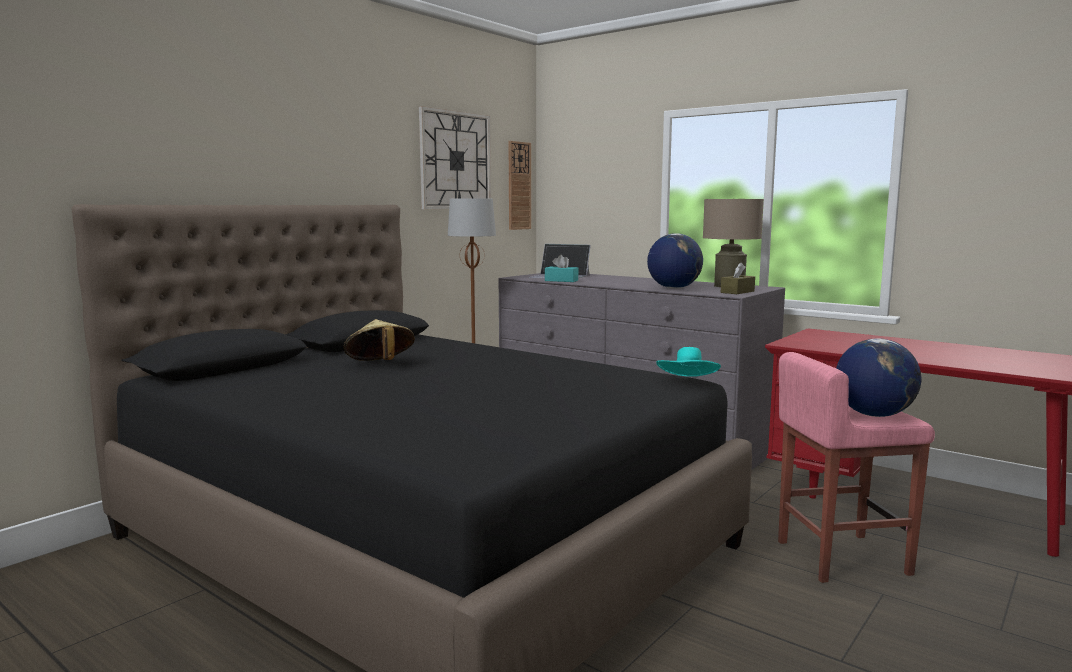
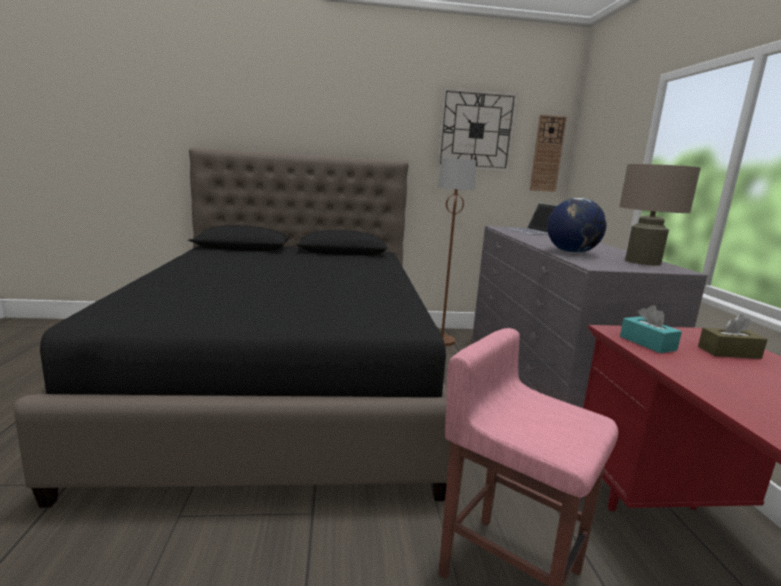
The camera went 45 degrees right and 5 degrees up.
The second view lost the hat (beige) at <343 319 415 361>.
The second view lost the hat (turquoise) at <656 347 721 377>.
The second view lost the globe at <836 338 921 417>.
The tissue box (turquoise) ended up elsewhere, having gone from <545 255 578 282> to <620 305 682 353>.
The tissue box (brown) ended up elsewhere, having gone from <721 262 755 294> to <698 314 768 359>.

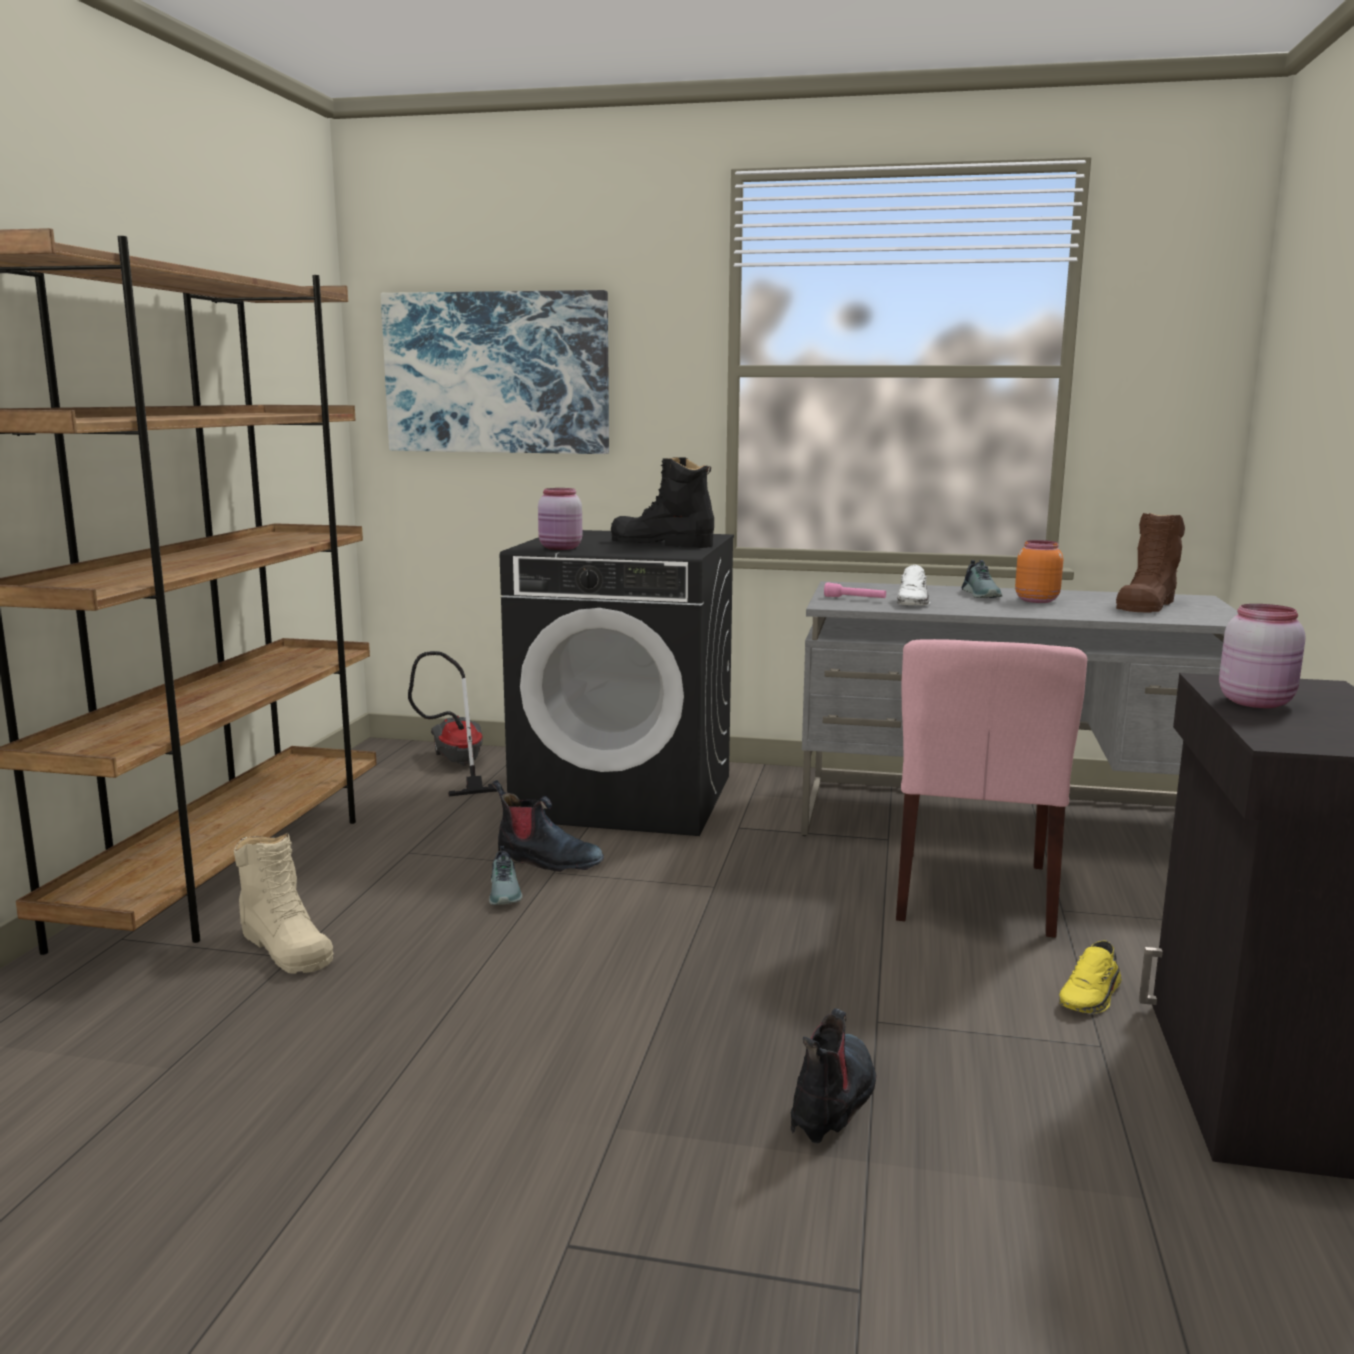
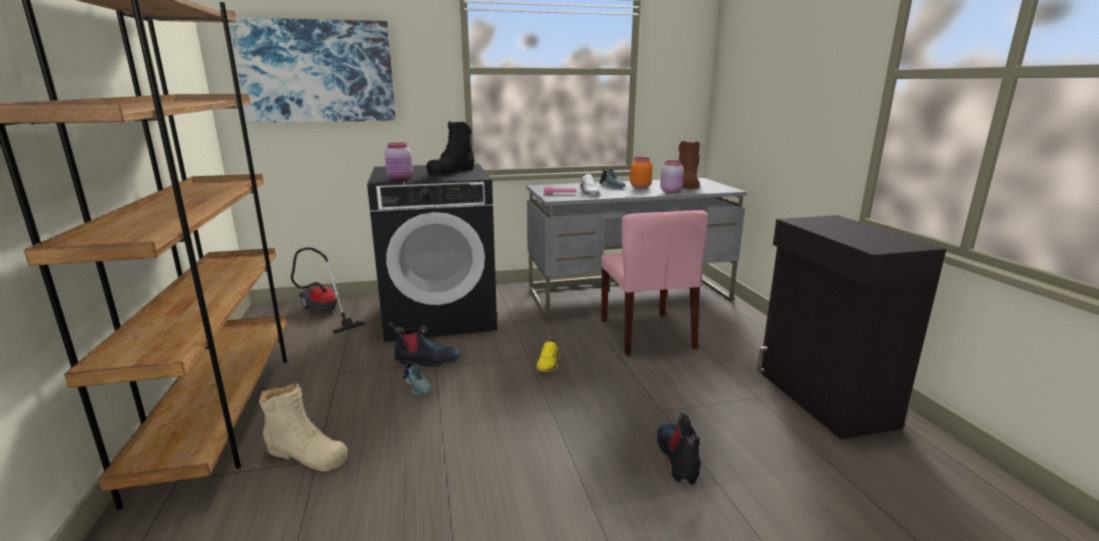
The camera went 25 degrees left and 5 degrees up.
The shoe (yellow) ended up elsewhere, having gone from <1059 941 1122 1013> to <536 338 560 372>.
The jar (pink) ended up elsewhere, having gone from <1219 604 1305 708> to <660 160 684 193>.
The boot (black) at <611 457 714 548> ended up facing another way, 60 degrees counterclockwise from before.

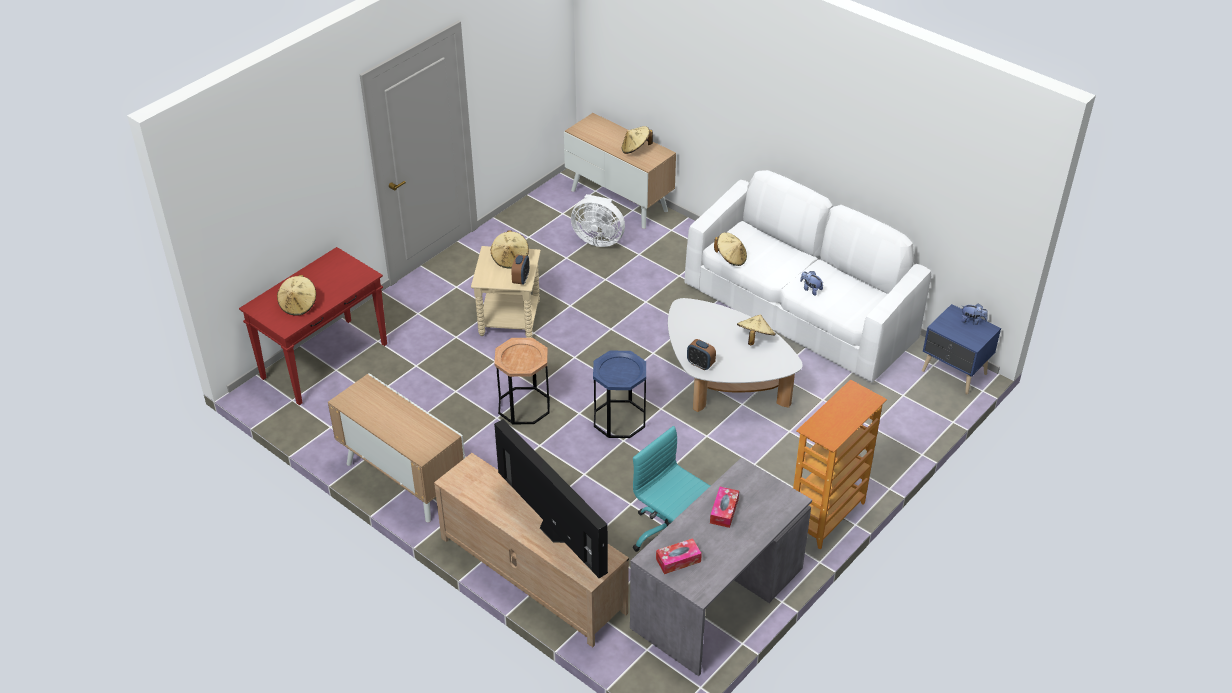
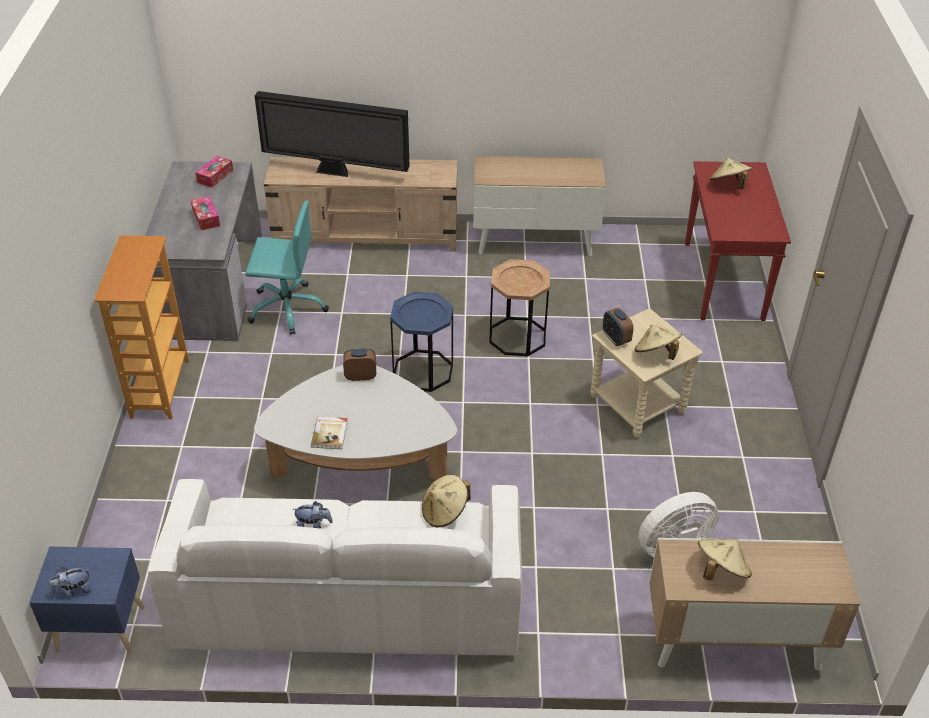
The camera went 140 degrees right and 0 degrees up.
Where the hat (beige) stood at <737 315 776 345>, the book came to stand at <311 416 348 449>.

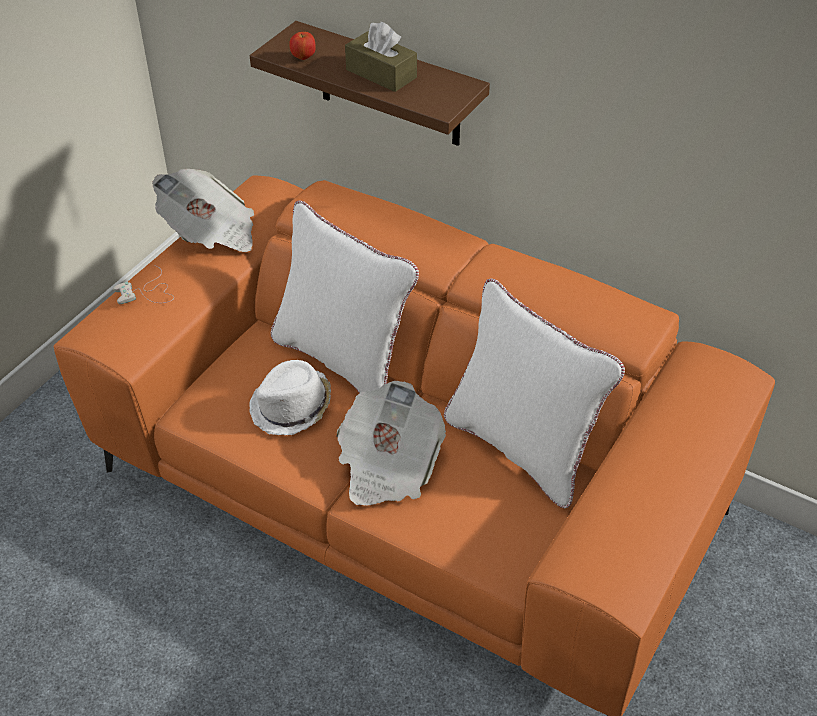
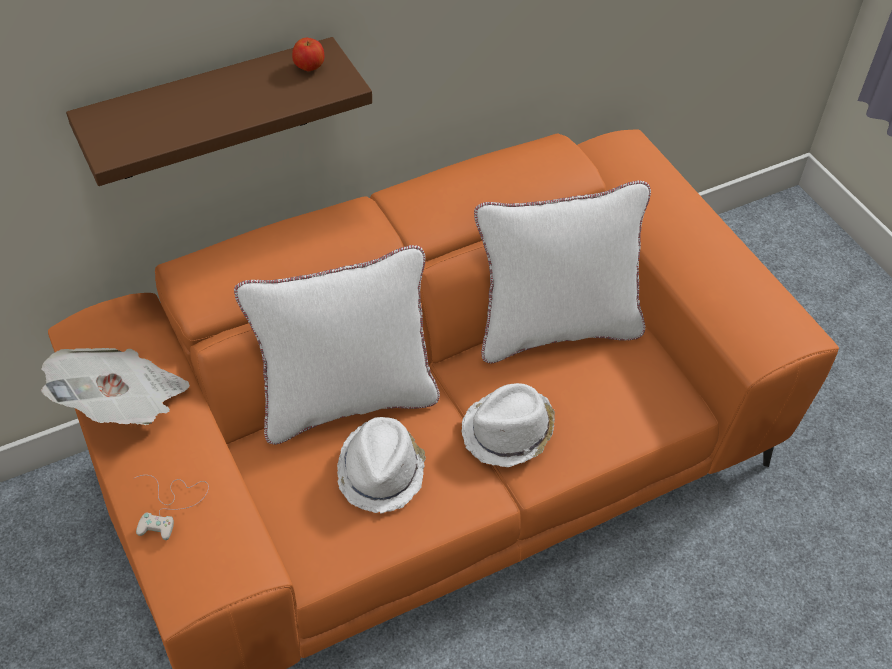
The camera went 60 degrees left and 5 degrees up.
The second view lost the tissue box (brown) at <345 22 417 92>.
The apple ended up elsewhere, having gone from <289 32 316 60> to <292 38 324 71>.
Where the newspaper stood at <336 381 446 505>, the hat (white) came to stand at <461 383 555 467>.

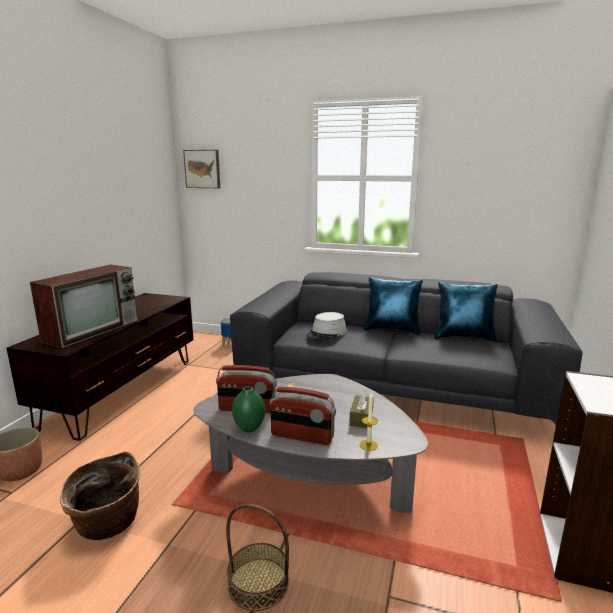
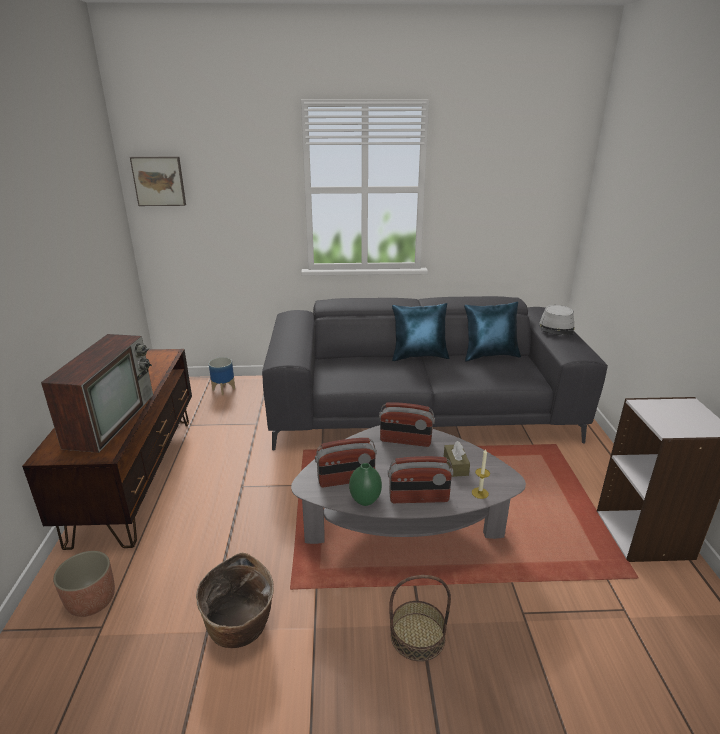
The camera went 20 degrees left and 10 degrees up.
The second view gained the radio at <379 402 435 447>.
The hat (grey) ended up elsewhere, having gone from <306 312 347 340> to <539 305 575 335>.

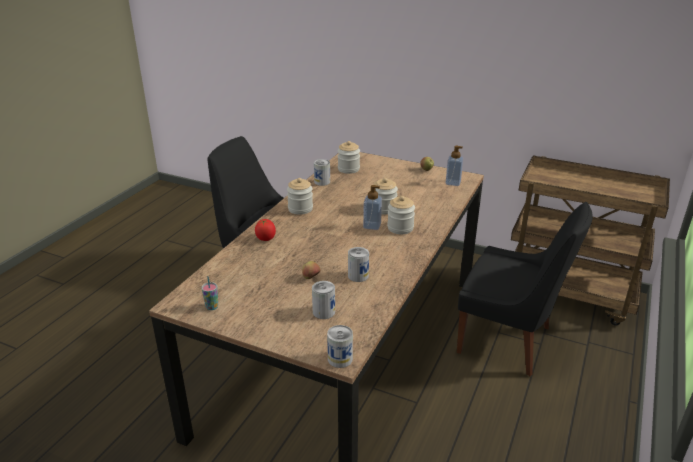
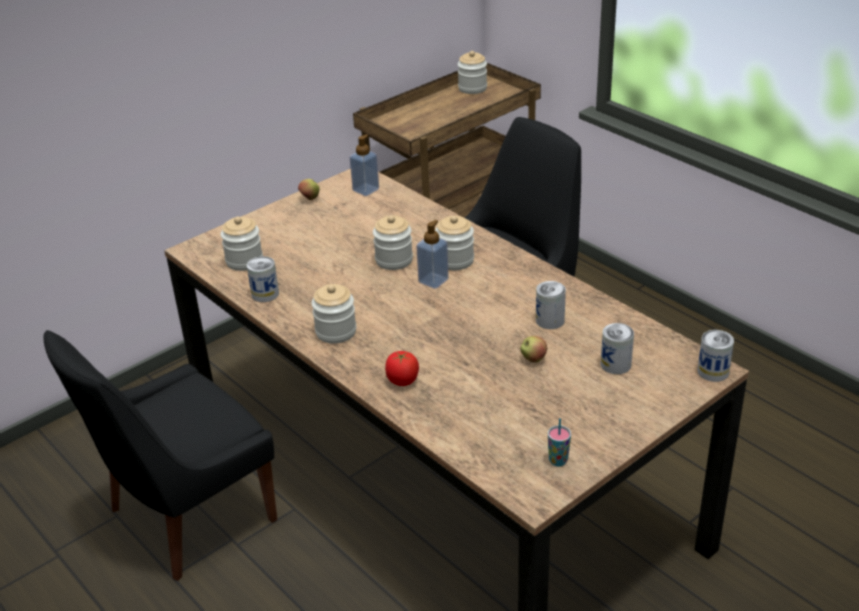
The camera went 65 degrees left and 5 degrees up.
The second view gained the jar at <458 51 487 94>.

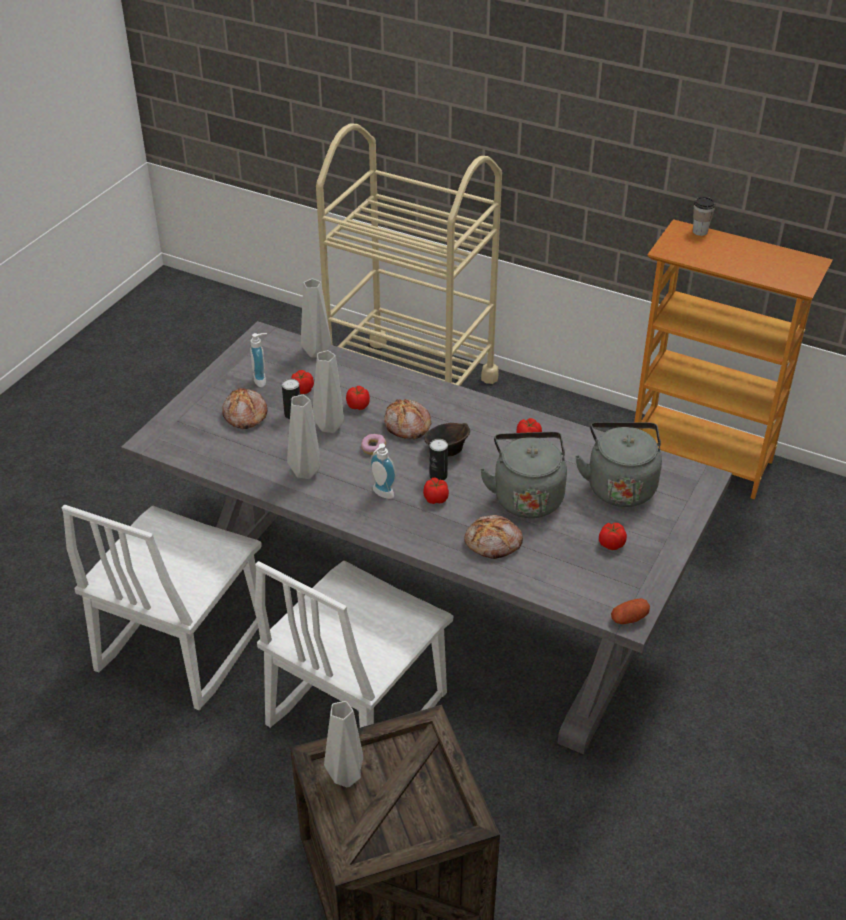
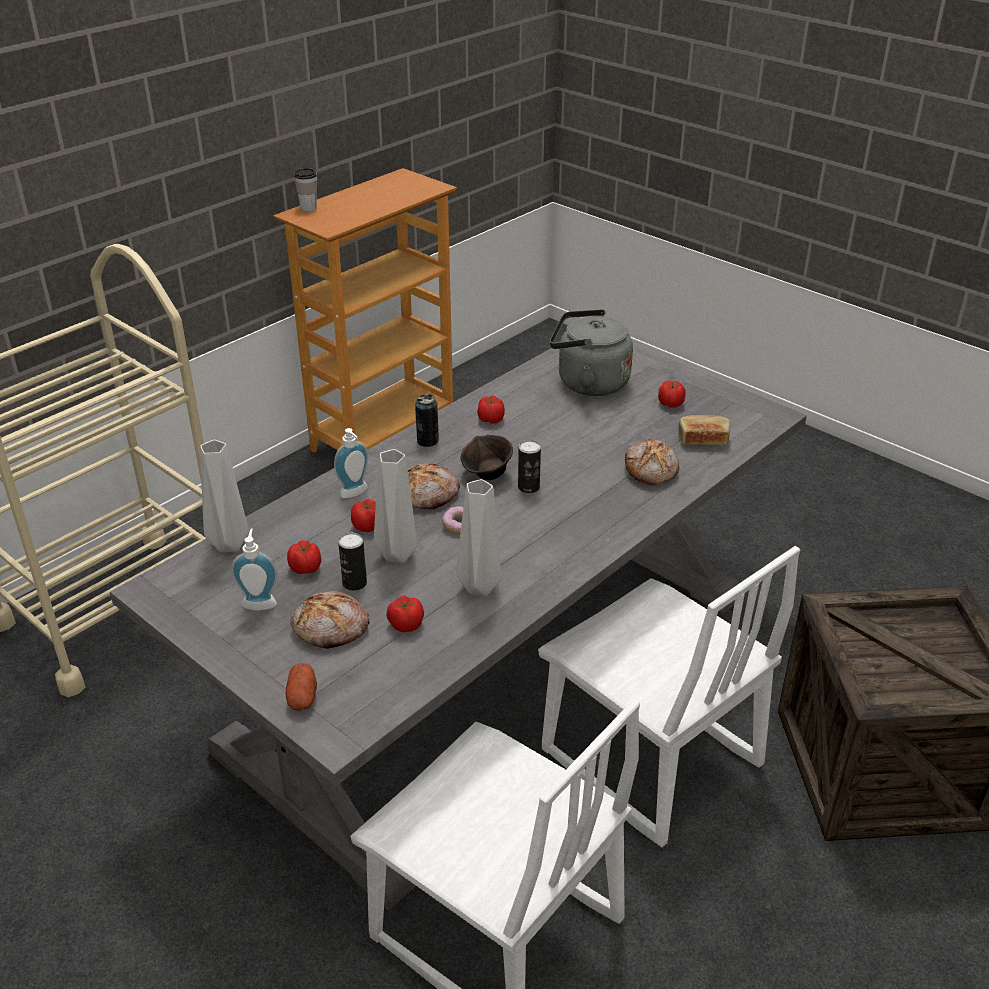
The camera went 75 degrees left and 5 degrees down.
The second view lost the vase (grey) at <324 701 363 787>.
The second view lost the kettle (grey) at <480 432 567 518>.
The second view gained the can at <415 394 439 447>.
The second view gained the bread at <678 415 731 446>.
The soap dispenser ended up elsewhere, having gone from <370 444 396 499> to <334 428 369 498>.
The tomato ended up elsewhere, having gone from <423 478 449 504> to <386 595 424 632>.
The potato ended up elsewhere, having gone from <611 598 650 624> to <285 663 317 711>.

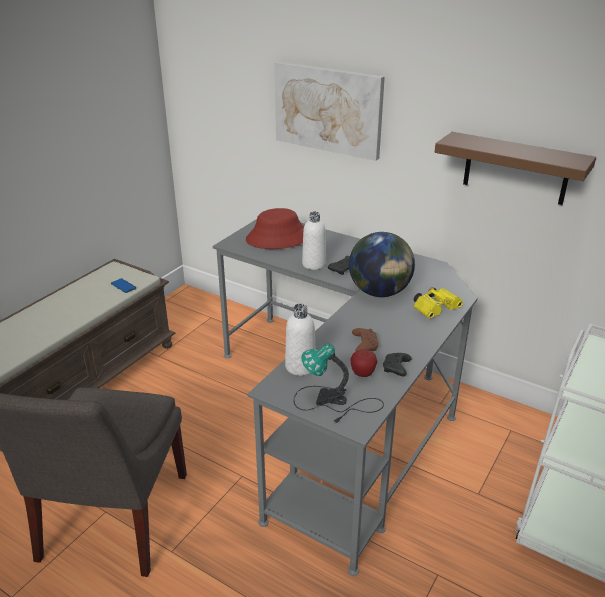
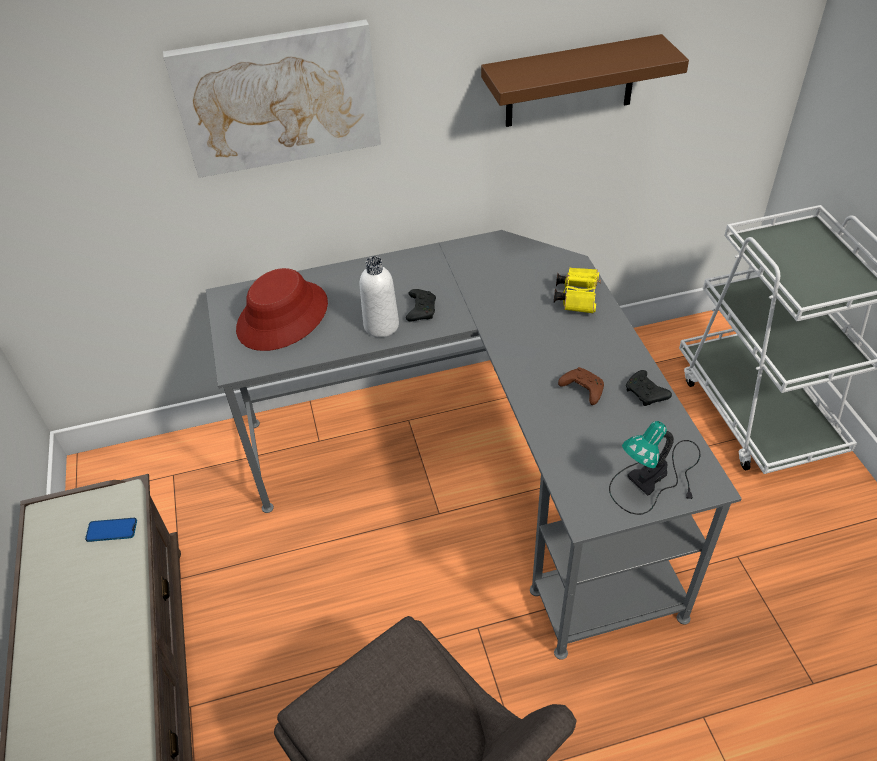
The camera went 45 degrees left and 15 degrees up.
The second view lost the bottle (white) at <285 304 315 376>.
The second view lost the globe at <349 232 415 297>.
The second view lost the apple at <350 349 377 377>.

